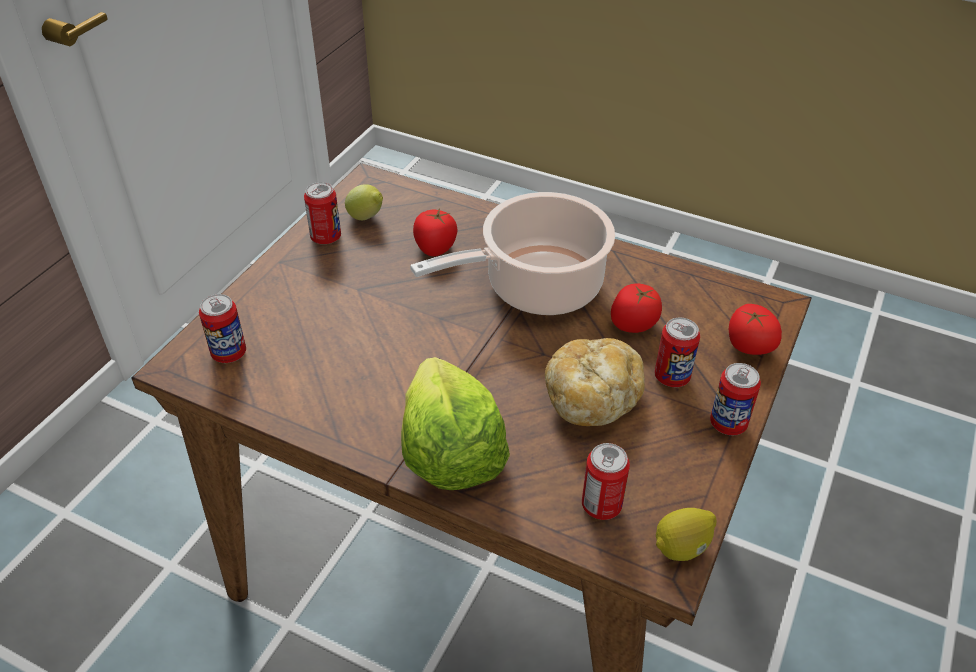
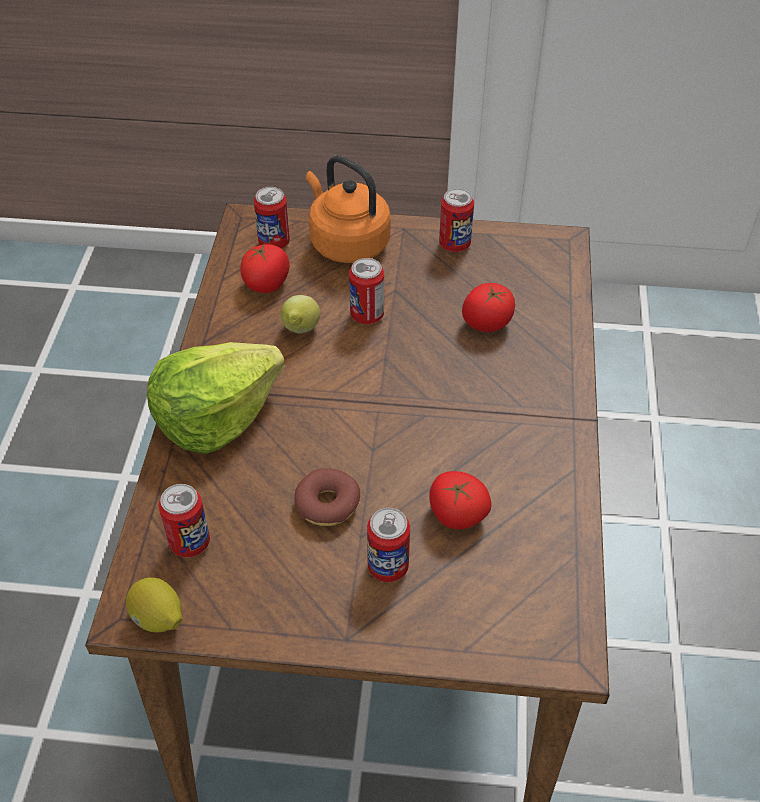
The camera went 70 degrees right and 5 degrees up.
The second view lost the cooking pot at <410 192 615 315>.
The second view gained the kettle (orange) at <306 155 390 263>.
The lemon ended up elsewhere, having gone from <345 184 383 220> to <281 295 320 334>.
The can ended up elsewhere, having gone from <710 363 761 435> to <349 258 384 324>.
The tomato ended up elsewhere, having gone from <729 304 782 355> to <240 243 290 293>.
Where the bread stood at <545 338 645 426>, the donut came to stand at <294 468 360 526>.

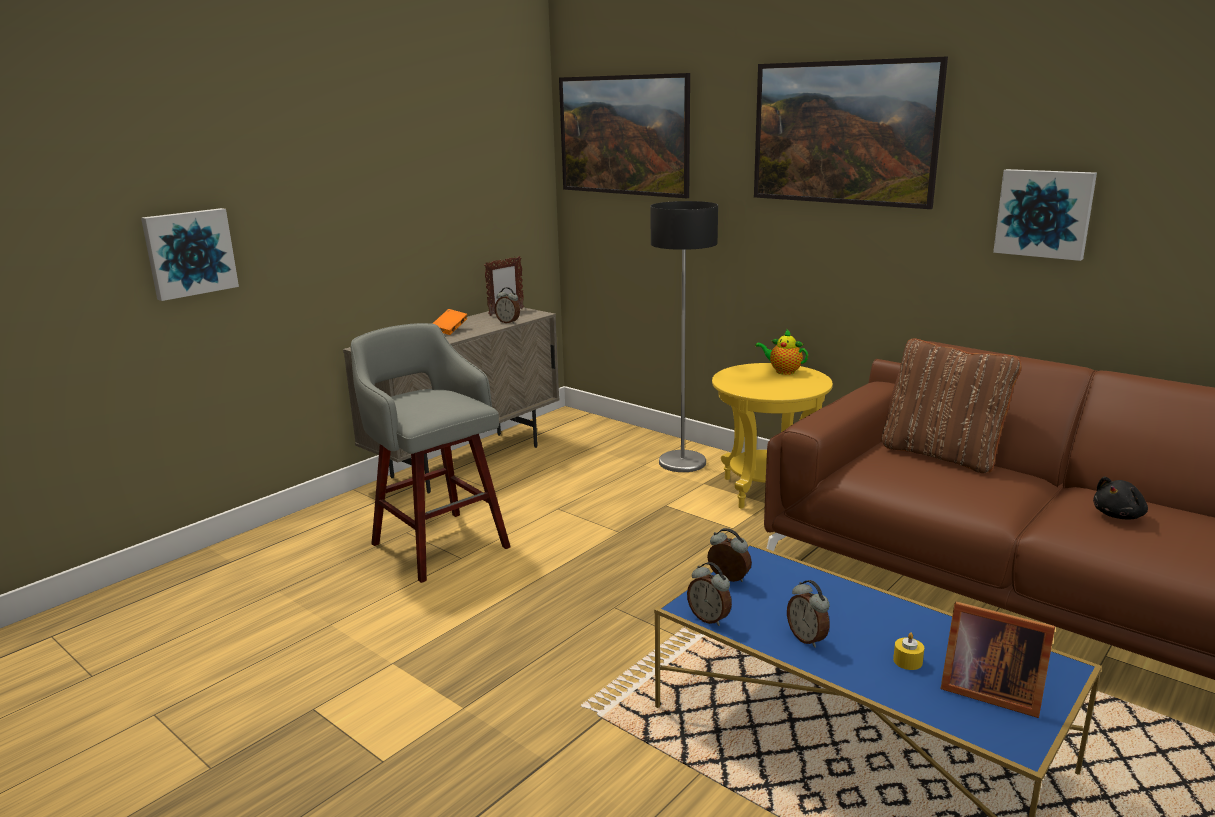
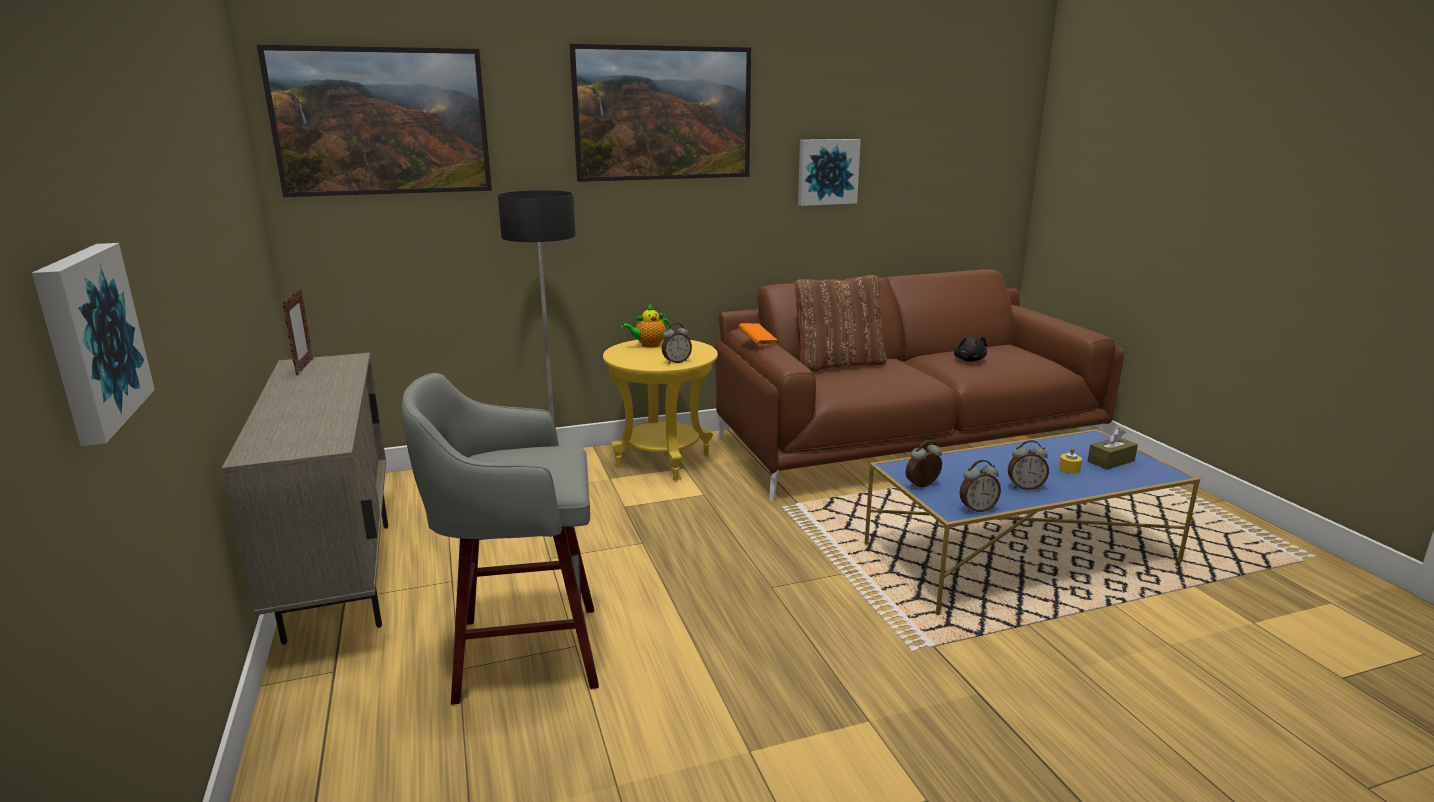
The camera went 60 degrees left and 0 degrees up.
The book (orange) ended up elsewhere, having gone from <432 309 467 335> to <739 323 777 346>.
The alarm clock ended up elsewhere, having gone from <495 287 520 324> to <661 323 692 364>.
Where the picture frame stood at <940 602 1055 718>, the tissue box (brown) came to stand at <1088 428 1138 470>.

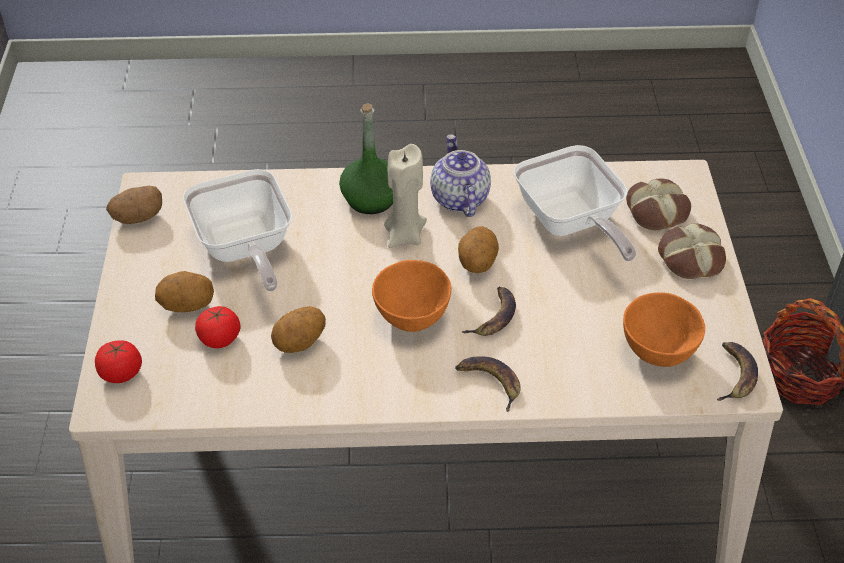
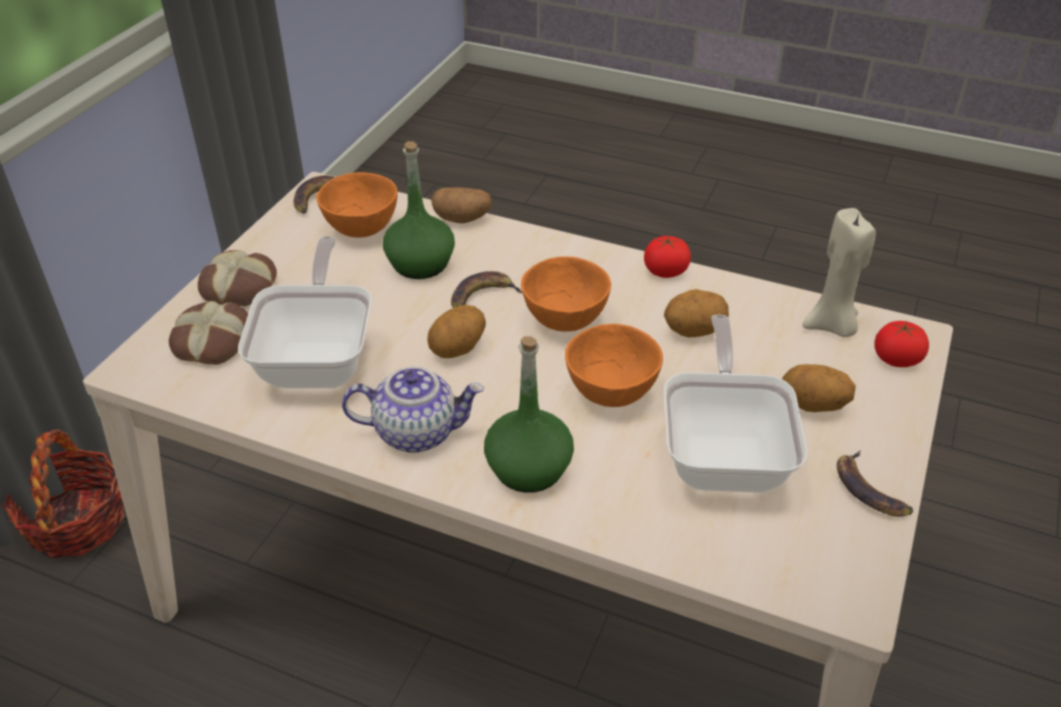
The camera went 155 degrees left and 5 degrees down.
The second view gained the bottle (green) at <383 141 455 279>.
The second view gained the bowl (orange) at <565 324 663 407>.
The potato ended up elsewhere, having gone from <106 186 162 224> to <431 187 492 223>.
The tomato ended up elsewhere, having gone from <195 306 241 348> to <644 235 691 278>.
The candle (beige) ended up elsewhere, having gone from <384 144 427 248> to <803 208 876 337>.
The banana ended up elsewhere, having gone from <455 356 521 412> to <837 450 913 517>.
The teapot at <430 134 491 217> ended up facing another way, 105 degrees counterclockwise from before.

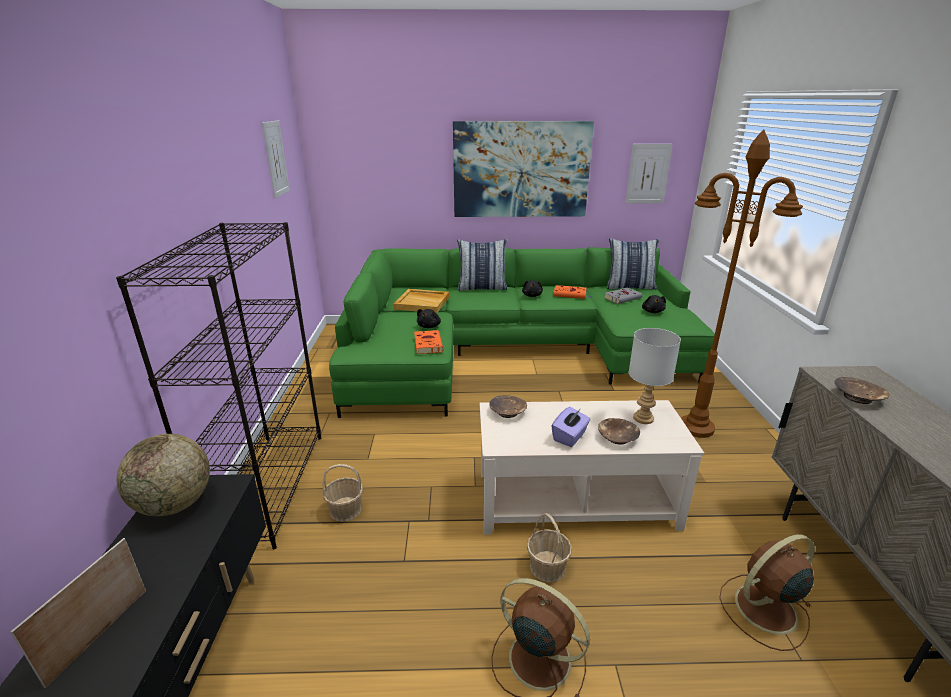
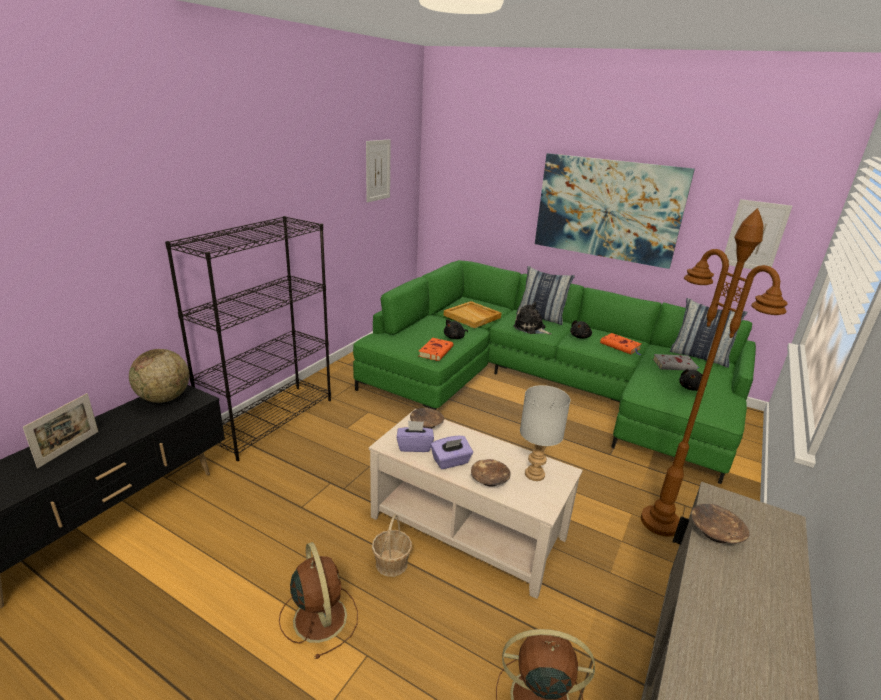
The camera went 30 degrees right and 0 degrees up.
The second view lost the basket at <322 464 363 522>.
The second view gained the tissue box (purple) at <397 421 434 452>.
The second view gained the plush toy at <513 302 552 334>.
The picture frame at <11 538 146 688> ended up facing another way, 150 degrees clockwise from before.

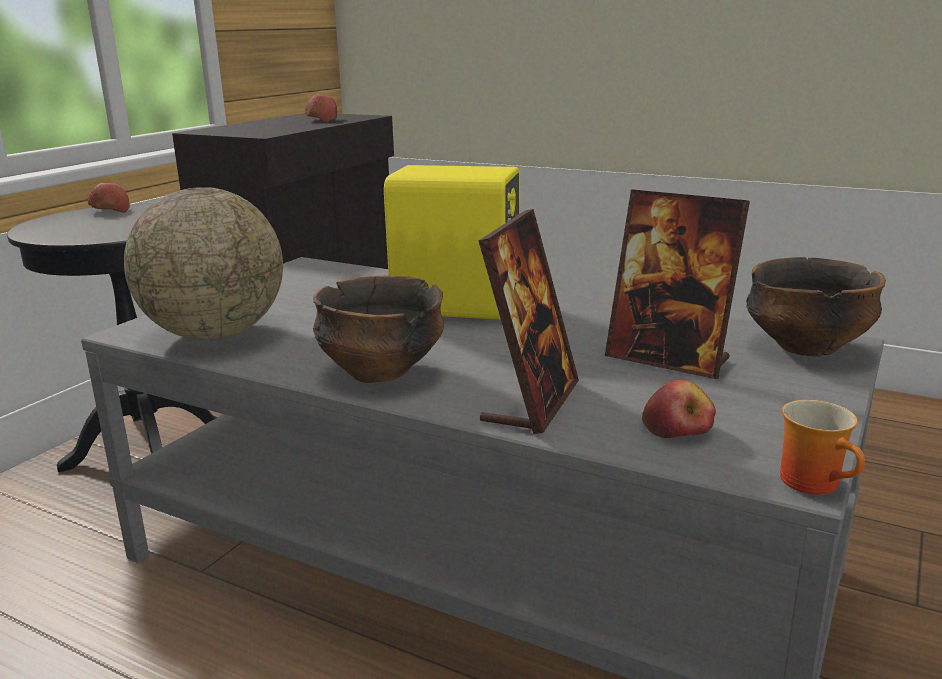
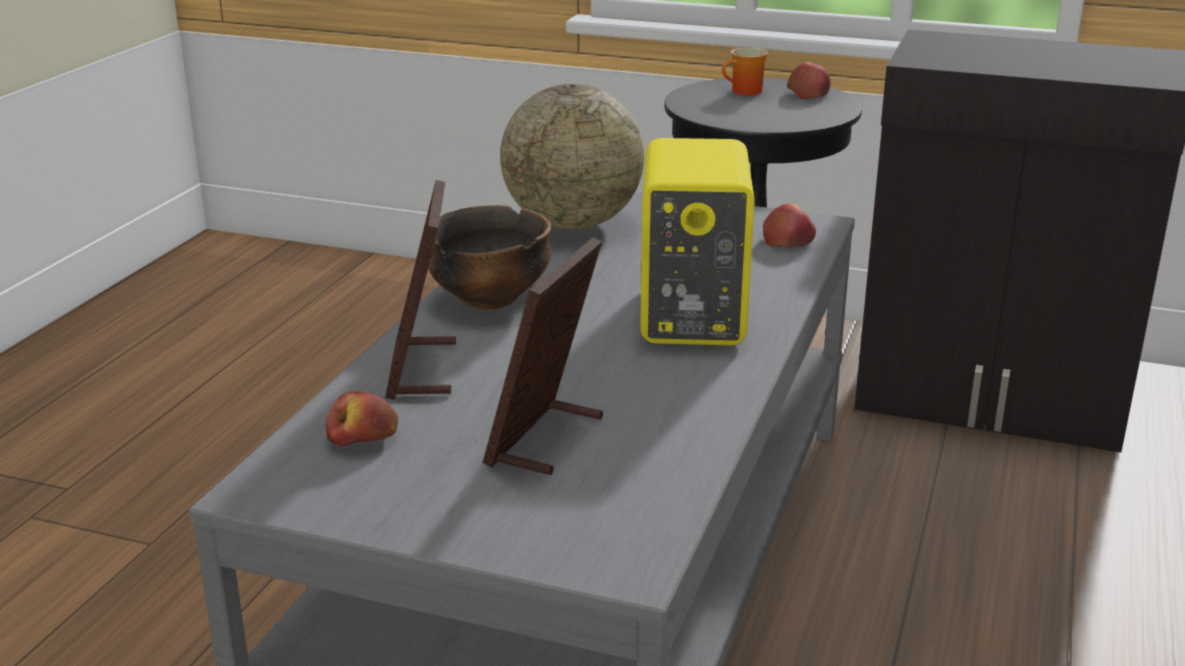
The camera went 80 degrees right and 5 degrees up.
The second view lost the bowl at <746 257 886 357>.
The apple ended up elsewhere, having gone from <305 95 337 121> to <763 203 816 248>.
The mug ended up elsewhere, having gone from <780 400 865 495> to <722 47 768 95>.
The picture frame at <479 209 579 434> ended up facing another way, 75 degrees clockwise from before.

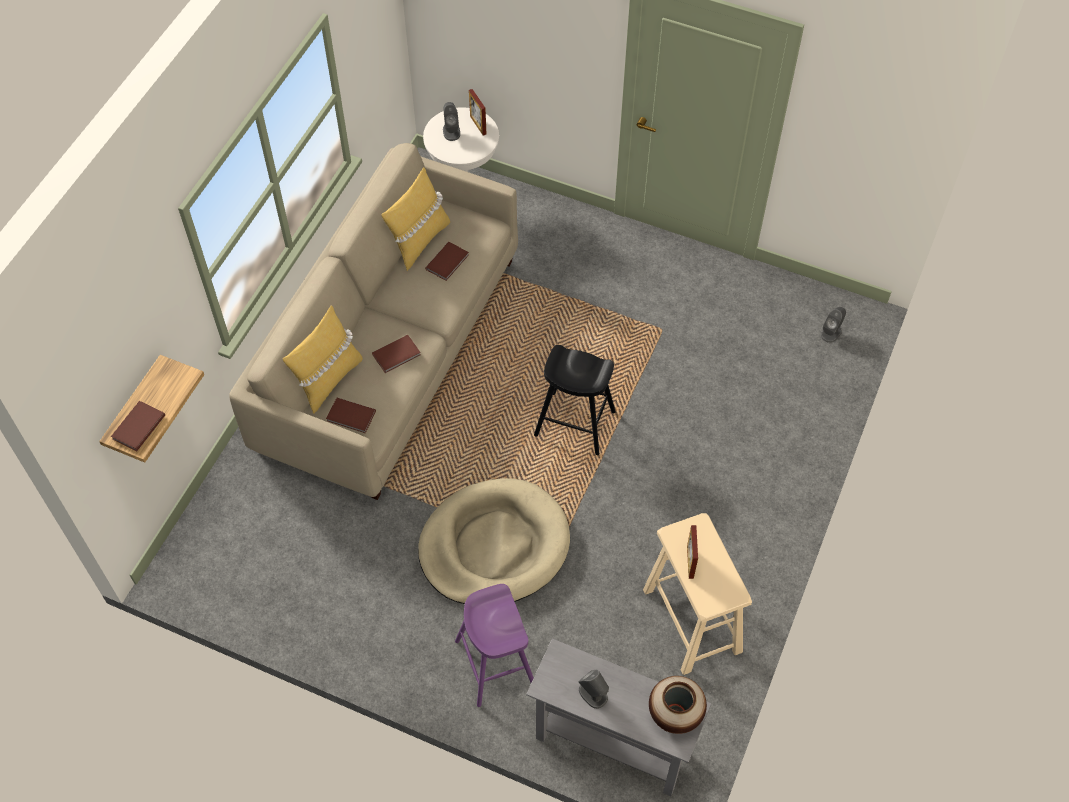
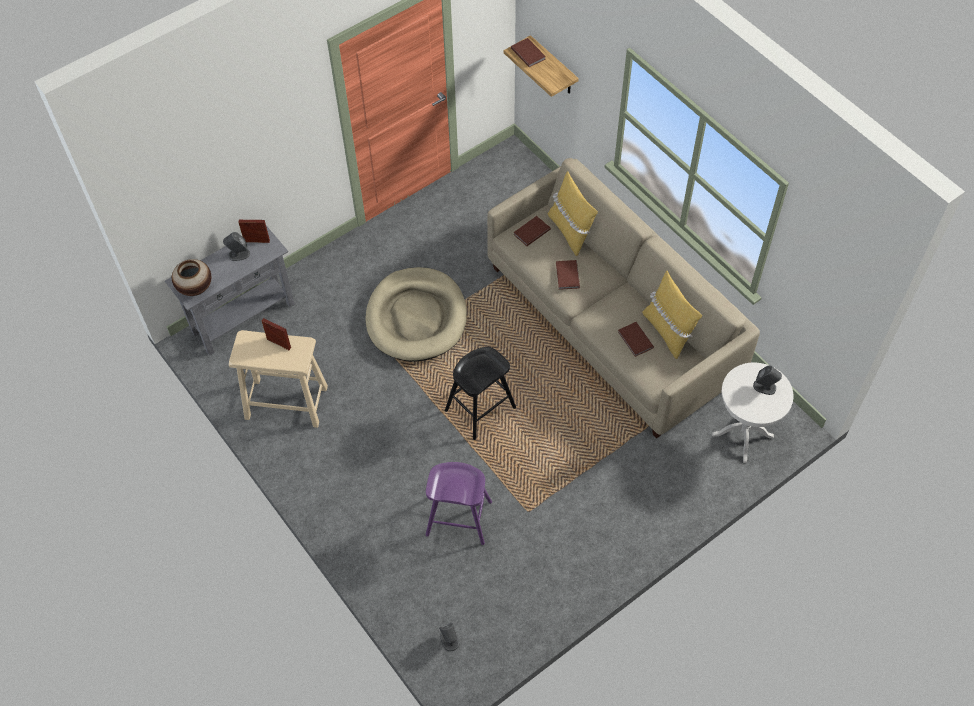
The camera went 120 degrees right and 0 degrees up.
The stool (purple) ended up elsewhere, having gone from <455 584 534 707> to <426 462 492 545>.
The picture frame ended up elsewhere, having gone from <469 89 487 135> to <238 220 270 243>.

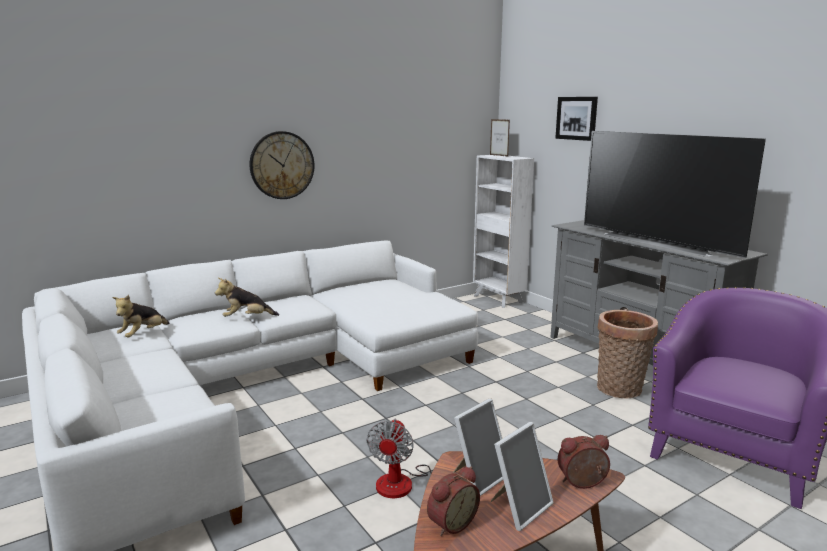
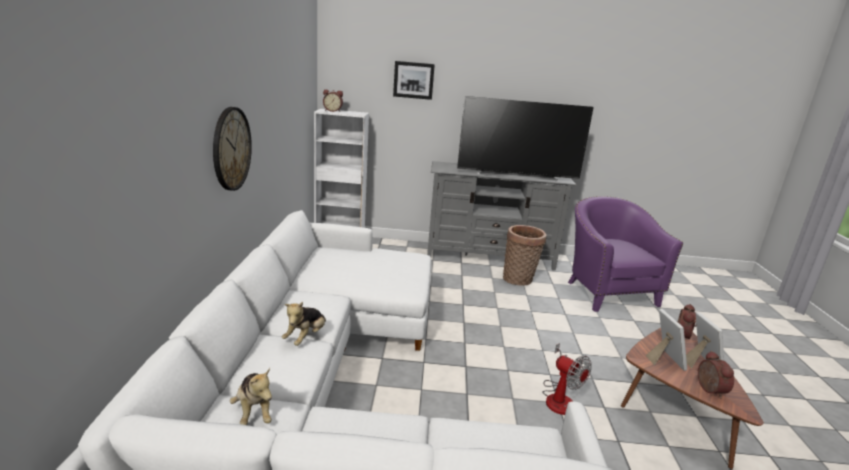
The camera went 55 degrees left and 5 degrees up.
Where the picture frame stood at <490 119 510 157>, the alarm clock came to stand at <323 90 343 112>.

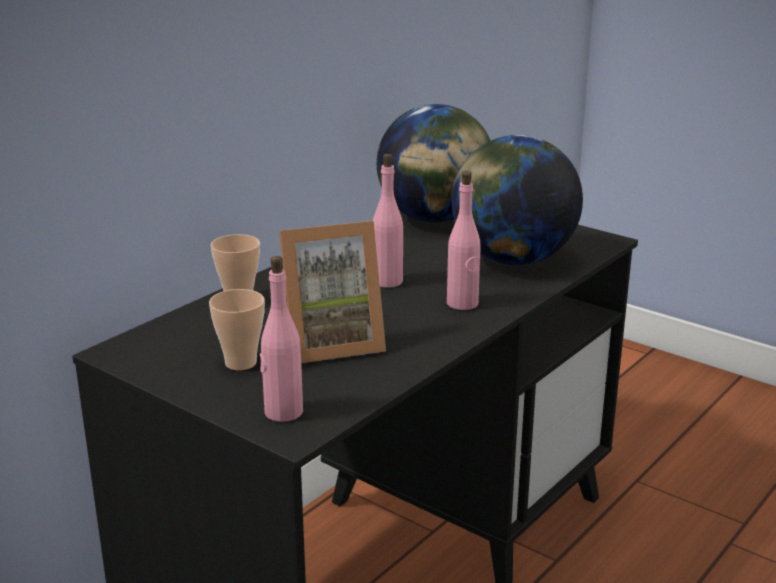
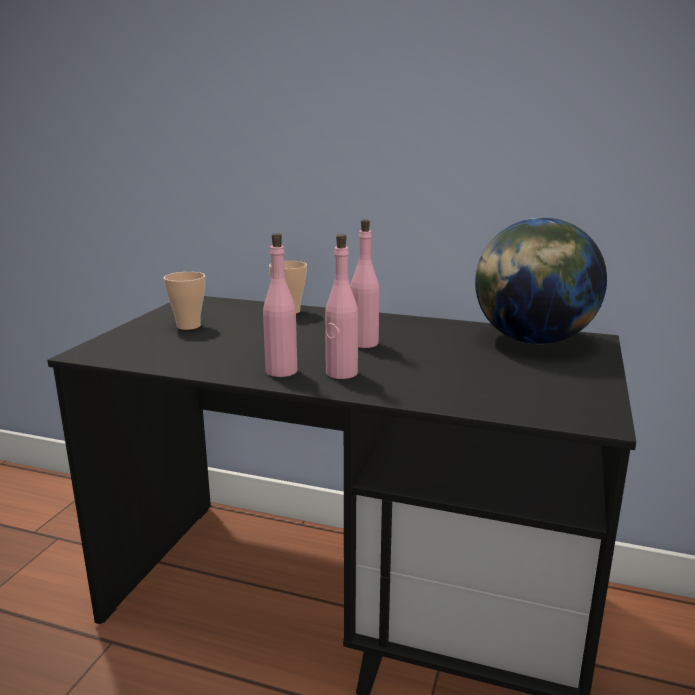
The camera went 70 degrees right and 5 degrees down.
The second view lost the picture frame at <279 221 386 363>.
The second view lost the globe at <452 135 583 265>.
The bottle (pink) ended up elsewhere, having gone from <260 256 303 422> to <263 233 297 377>.

